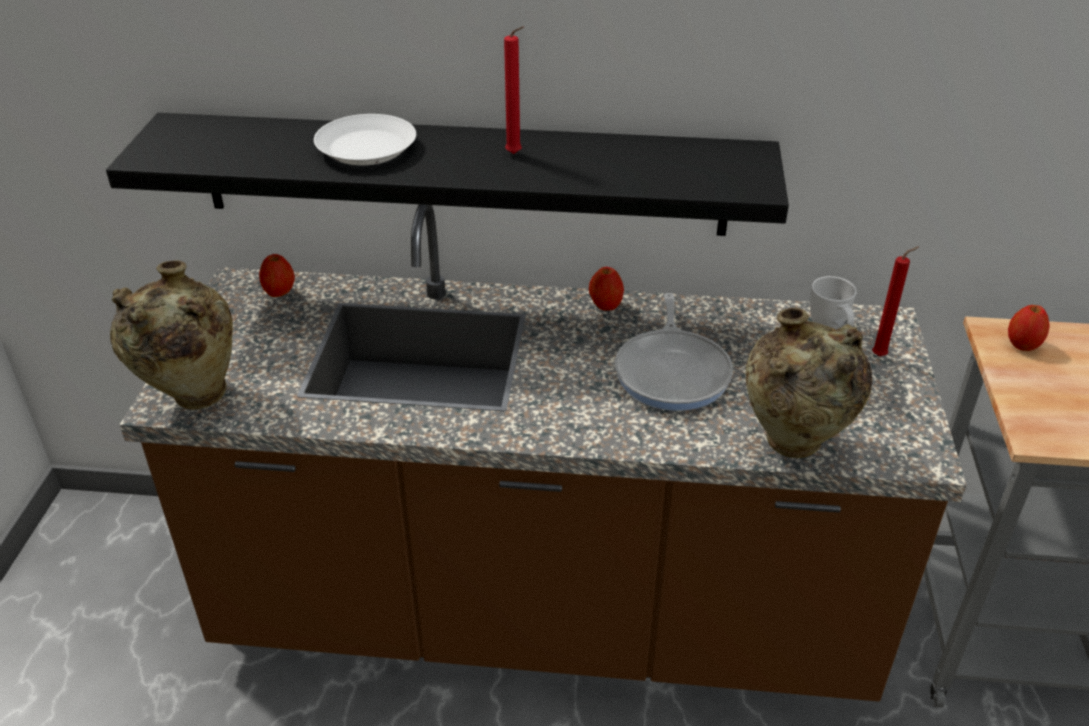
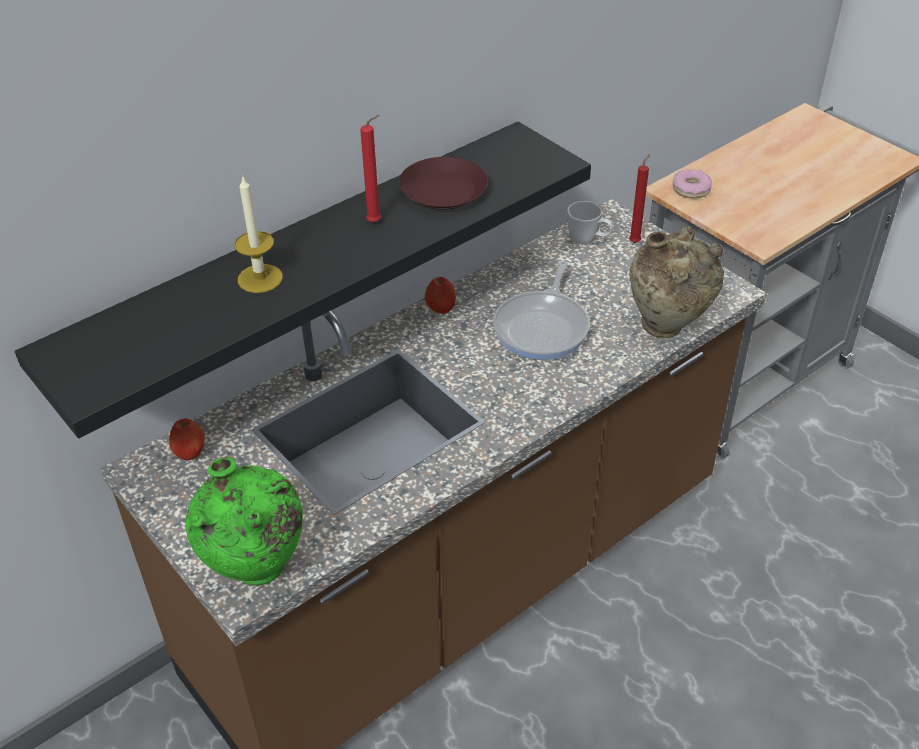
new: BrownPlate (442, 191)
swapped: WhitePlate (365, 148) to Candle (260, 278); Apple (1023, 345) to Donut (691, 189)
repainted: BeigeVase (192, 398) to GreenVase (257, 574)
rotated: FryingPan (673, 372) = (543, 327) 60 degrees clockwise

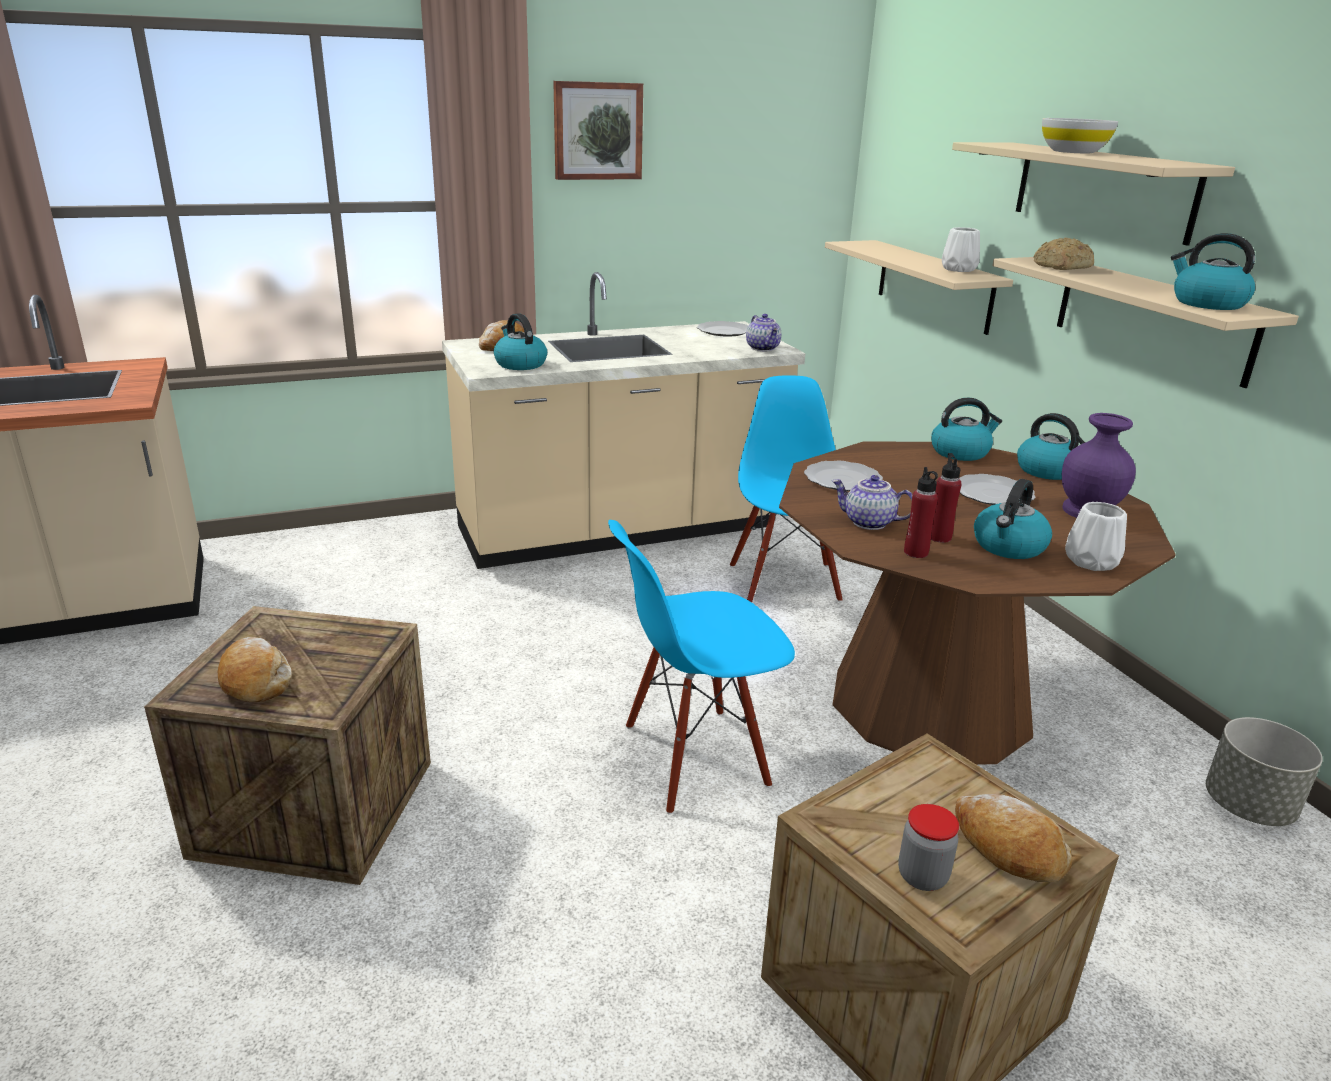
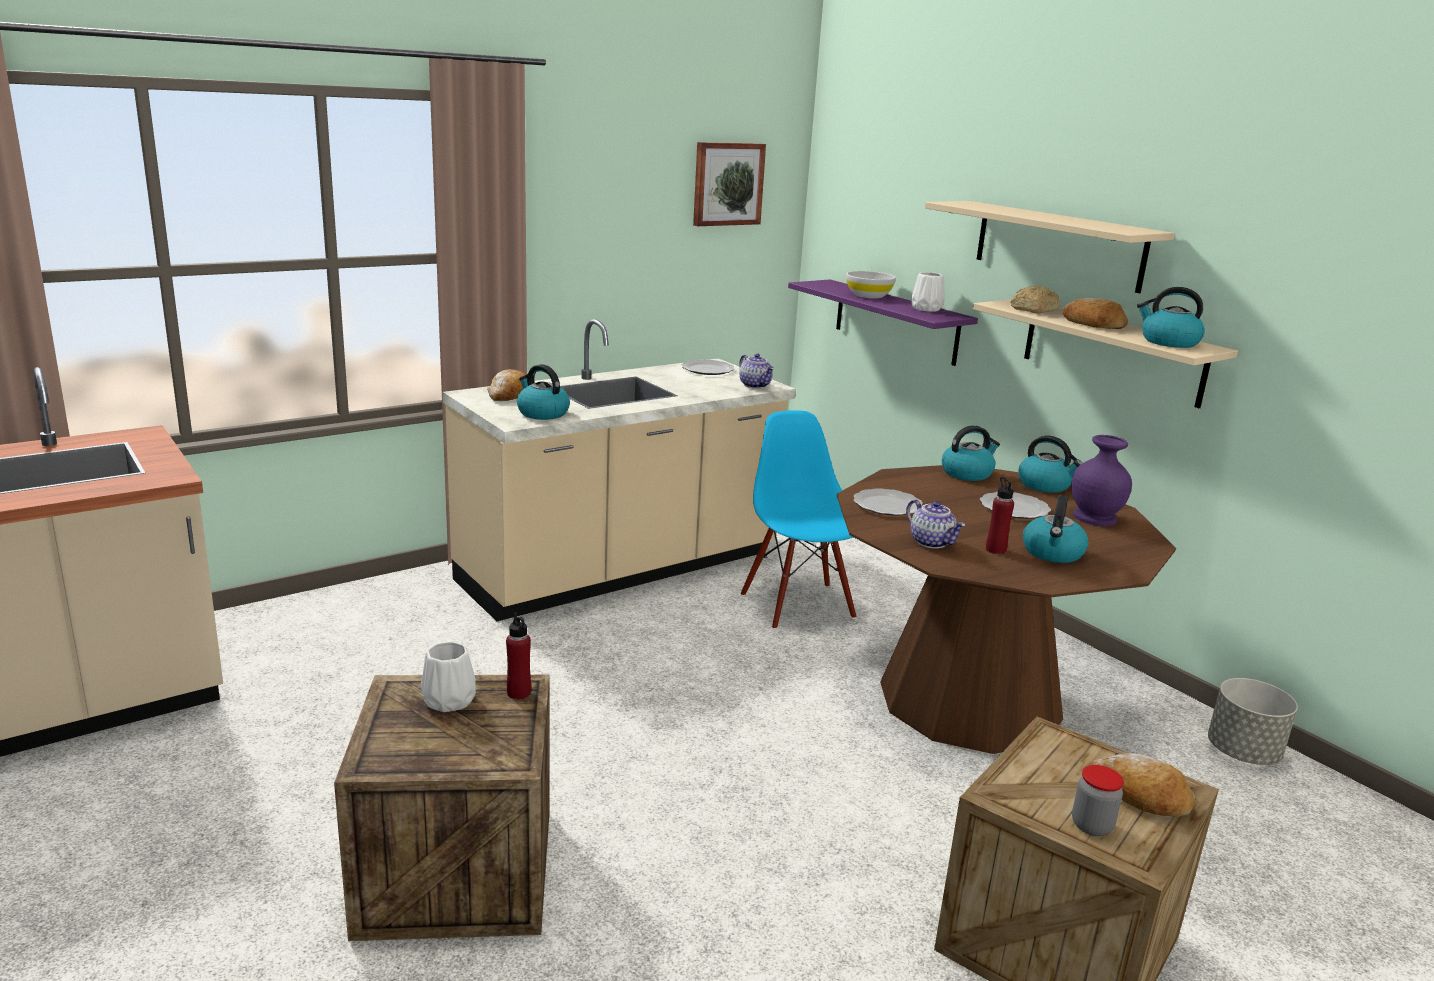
gone: BlueChair (694, 758)
shifted: WhiteVase (1092, 561) to (450, 701); RedBottle (916, 552) to (519, 693); Picture (597, 131) to (727, 184); WhiteBowl (1073, 152) to (868, 296); Bread (255, 680) to (1093, 324)
repainted: BeigeShelf (934, 285) to PurpleShelf (896, 321)
rotated: Teapot (868, 523) = (932, 542) 135 degrees counterclockwise

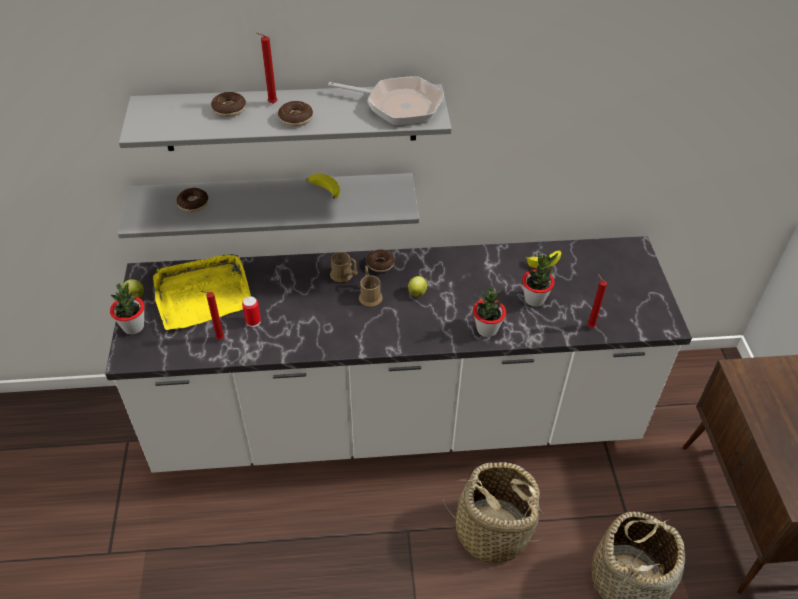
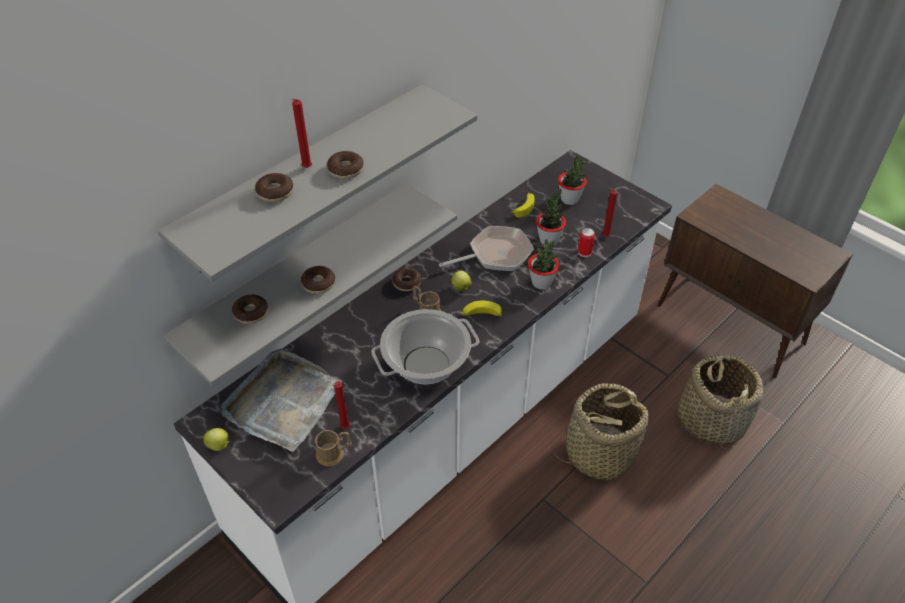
new: Donut (318, 283); CookingPot (426, 365)
shifted: BrownMug (344, 275) to (334, 453); FryingPan (399, 105) to (496, 254); Banana (323, 190) to (481, 315); PottedPlant (133, 327) to (569, 199); Can (253, 321) to (584, 252)
repainted: YellowTray (202, 294) to GreyTray (283, 402)

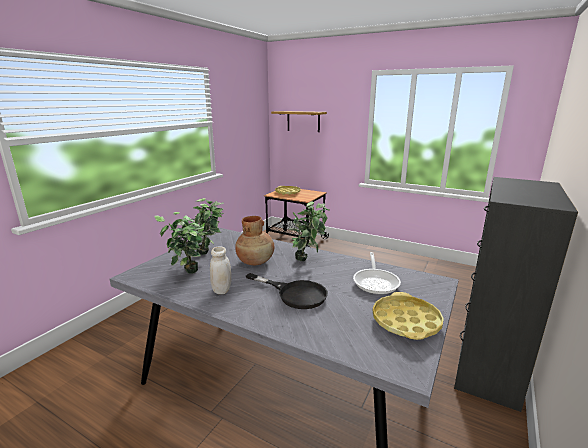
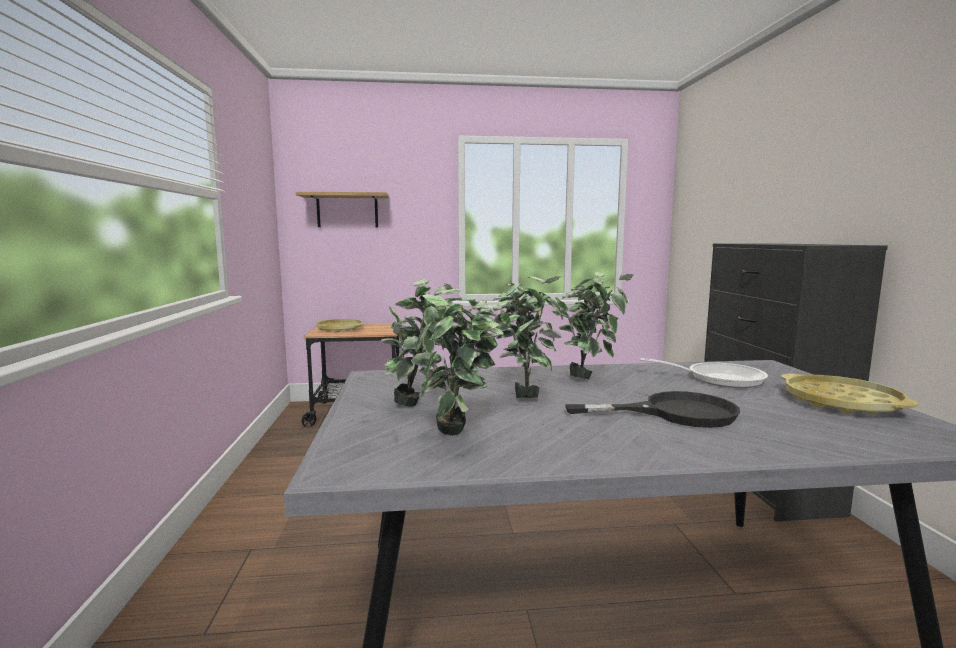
gone: WhiteJar (221, 290)
swapped: BrownVase (256, 261) to PottedPlant (524, 394)
rotated: FryingPan (376, 282) = (718, 379) 45 degrees counterclockwise

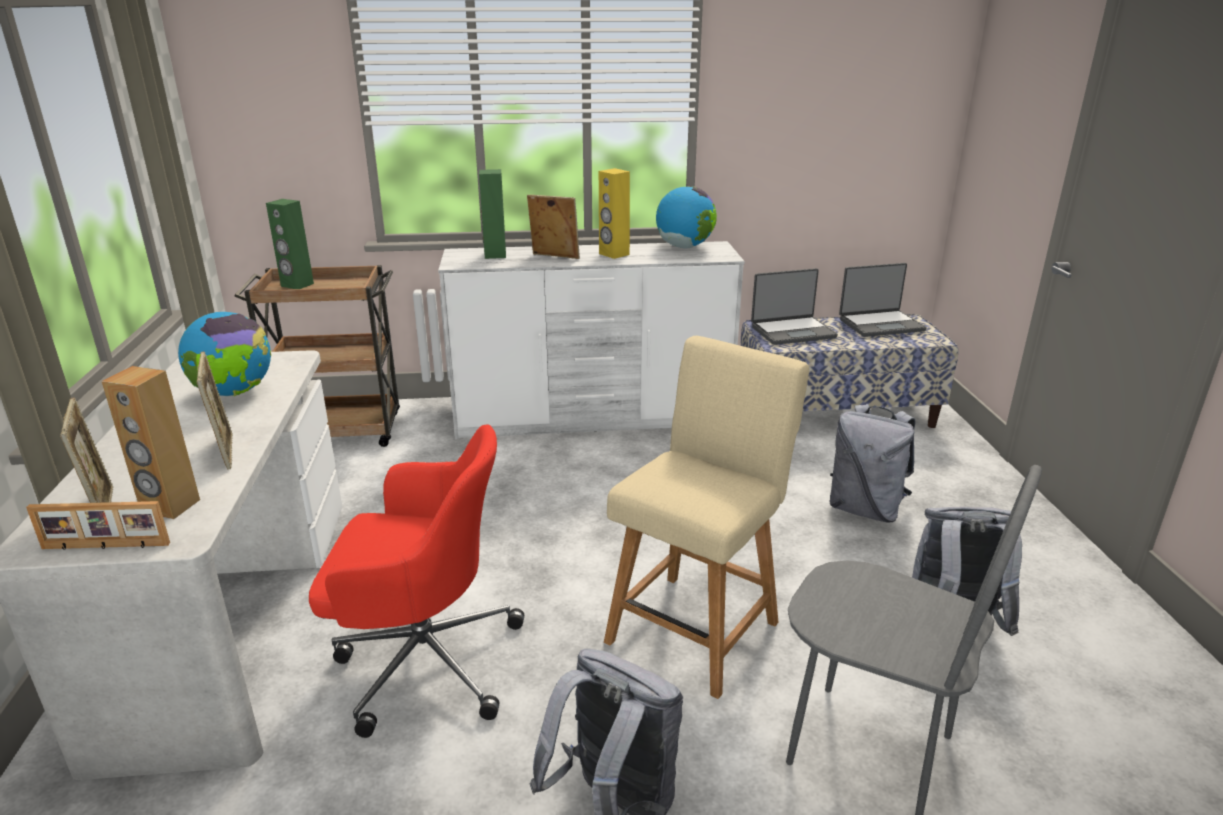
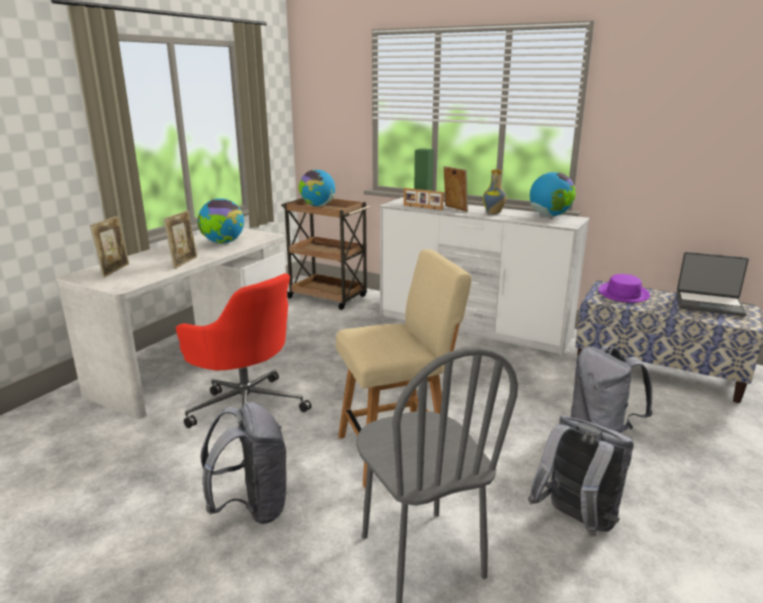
gone: BrownSpeaker (170, 506)
shifted: PictureFrame (105, 547) to (422, 207)
swapped: GreenSpeaker (297, 285) to Globe (317, 206); YellowSpeaker (613, 254) to Vase (494, 213); Laptop (792, 331) to PurpleHat (623, 293)

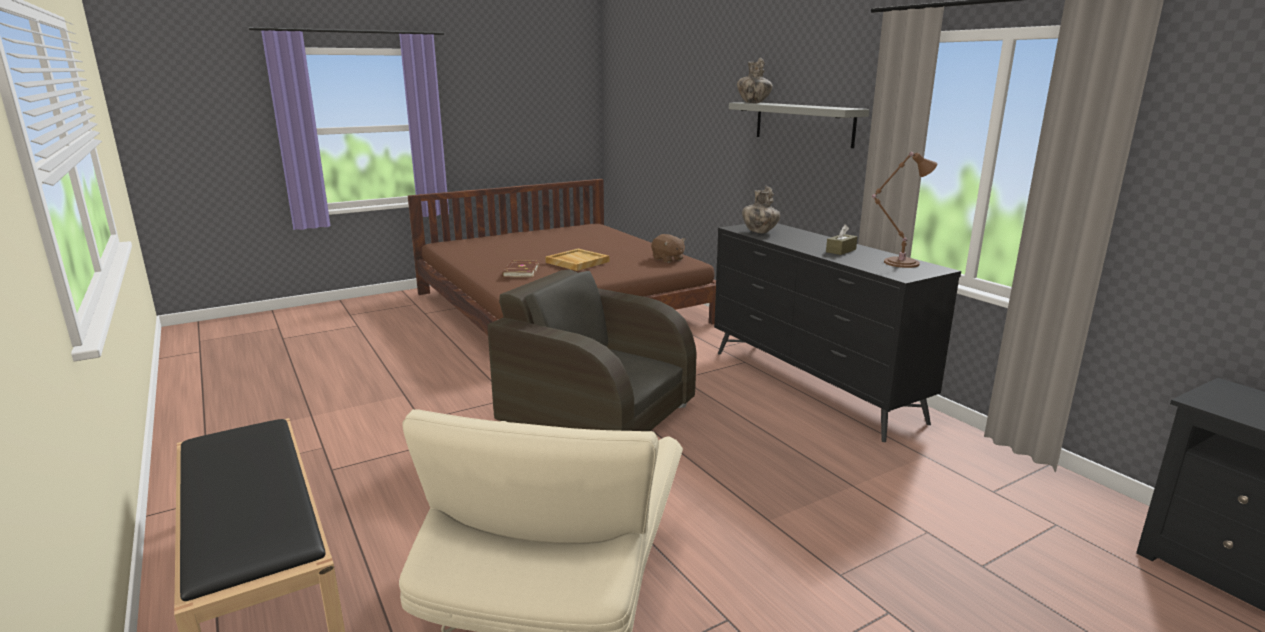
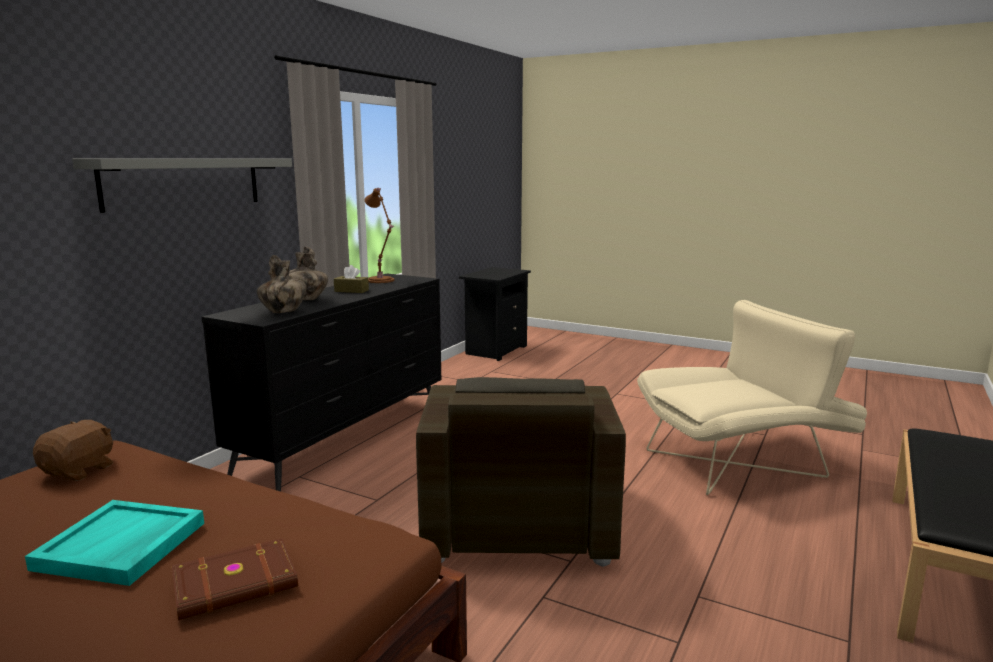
shifted: Vase (753, 102) to (306, 299)
repainted: BeigeTray (576, 262) to TurquoiseTray (121, 546)

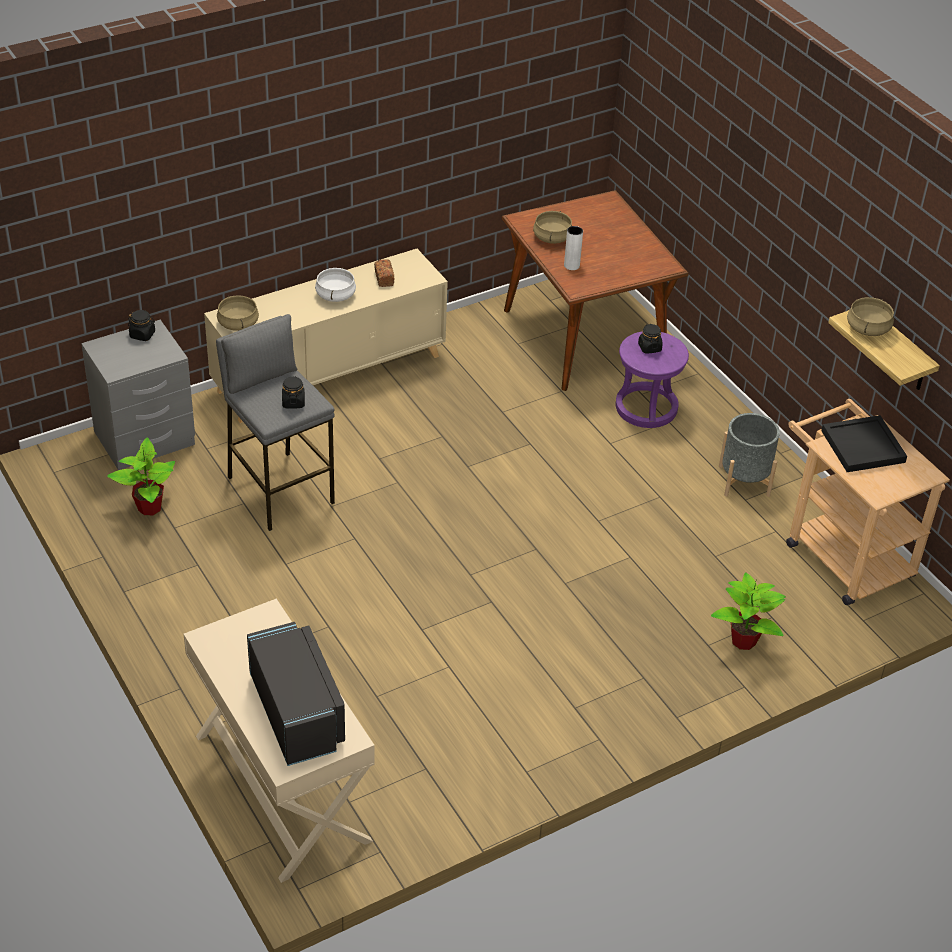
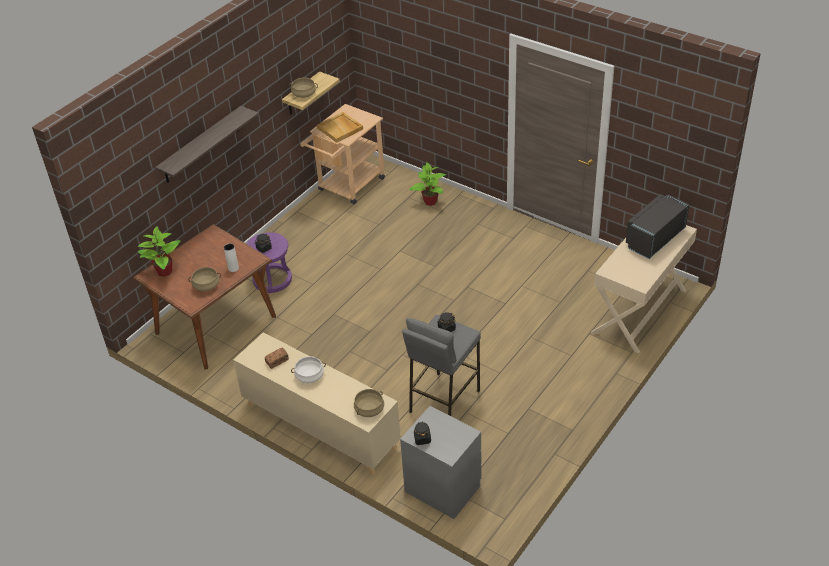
gone: GreyPlanter (744, 480)
new: Shelf (201, 145)
shifted: PottedPlant (149, 507) to (164, 272)
repainted: BlackTray (862, 447) to BeigeTray (340, 129)

